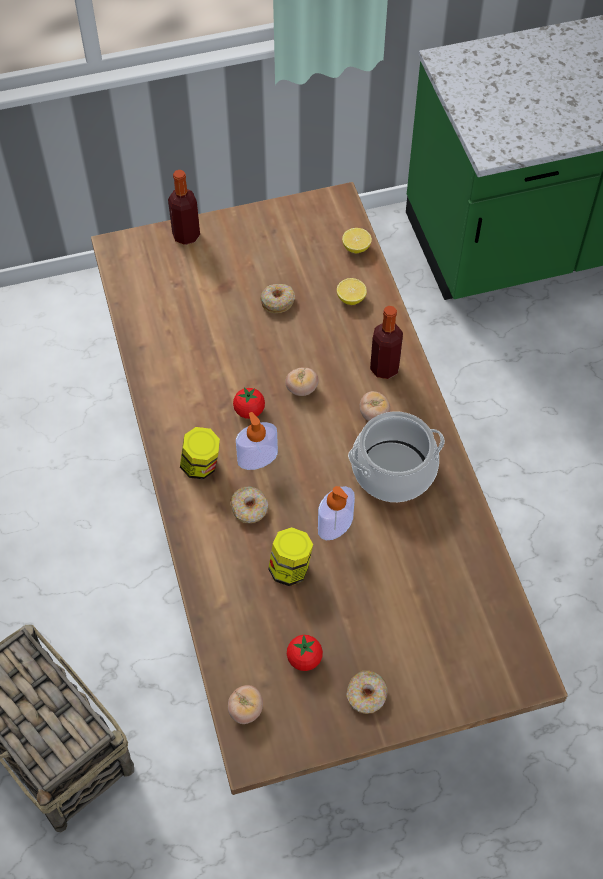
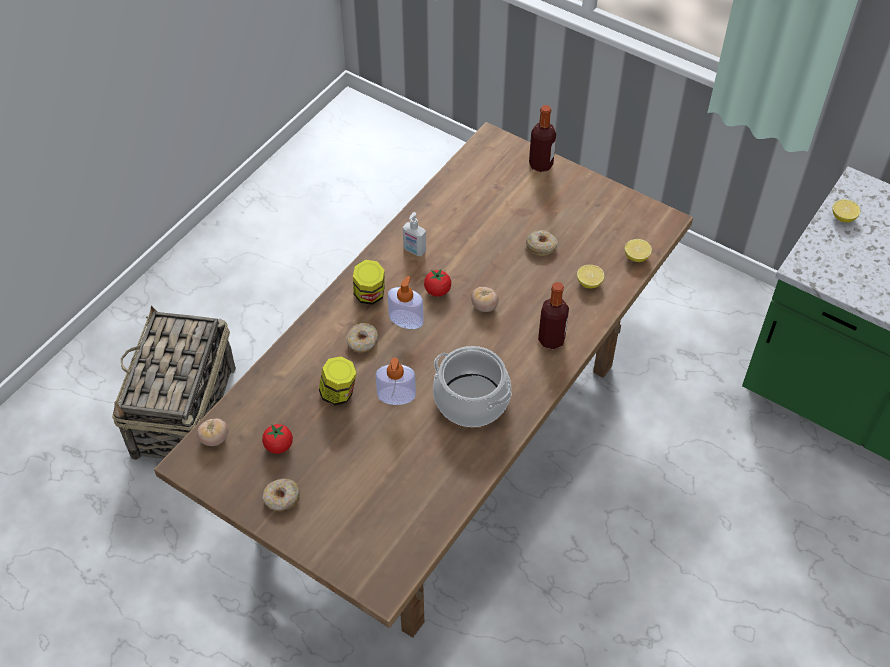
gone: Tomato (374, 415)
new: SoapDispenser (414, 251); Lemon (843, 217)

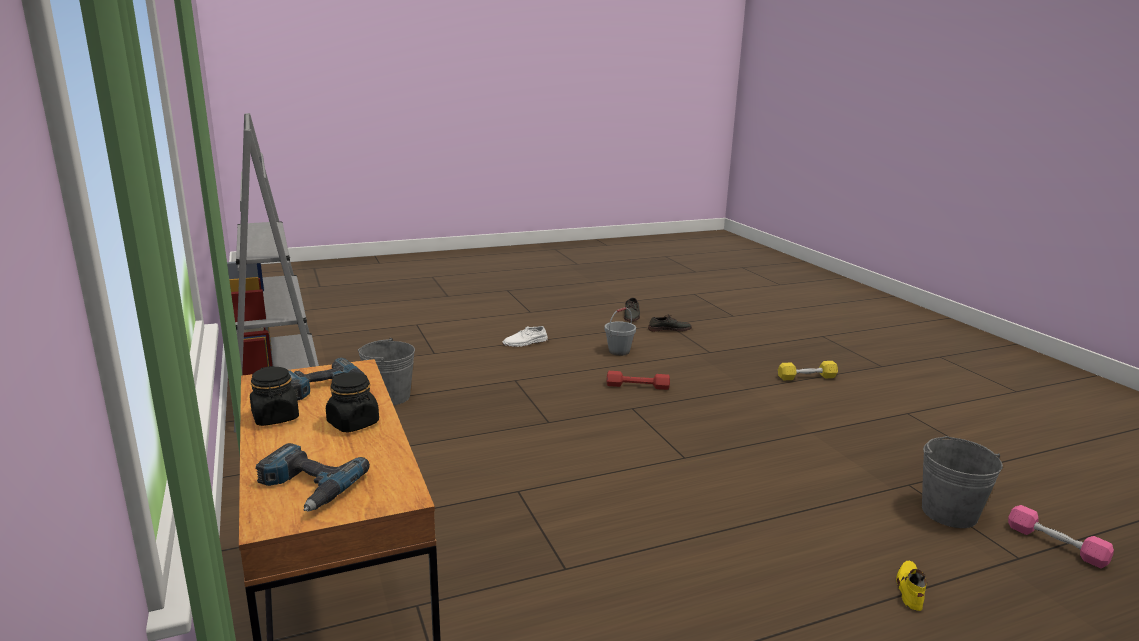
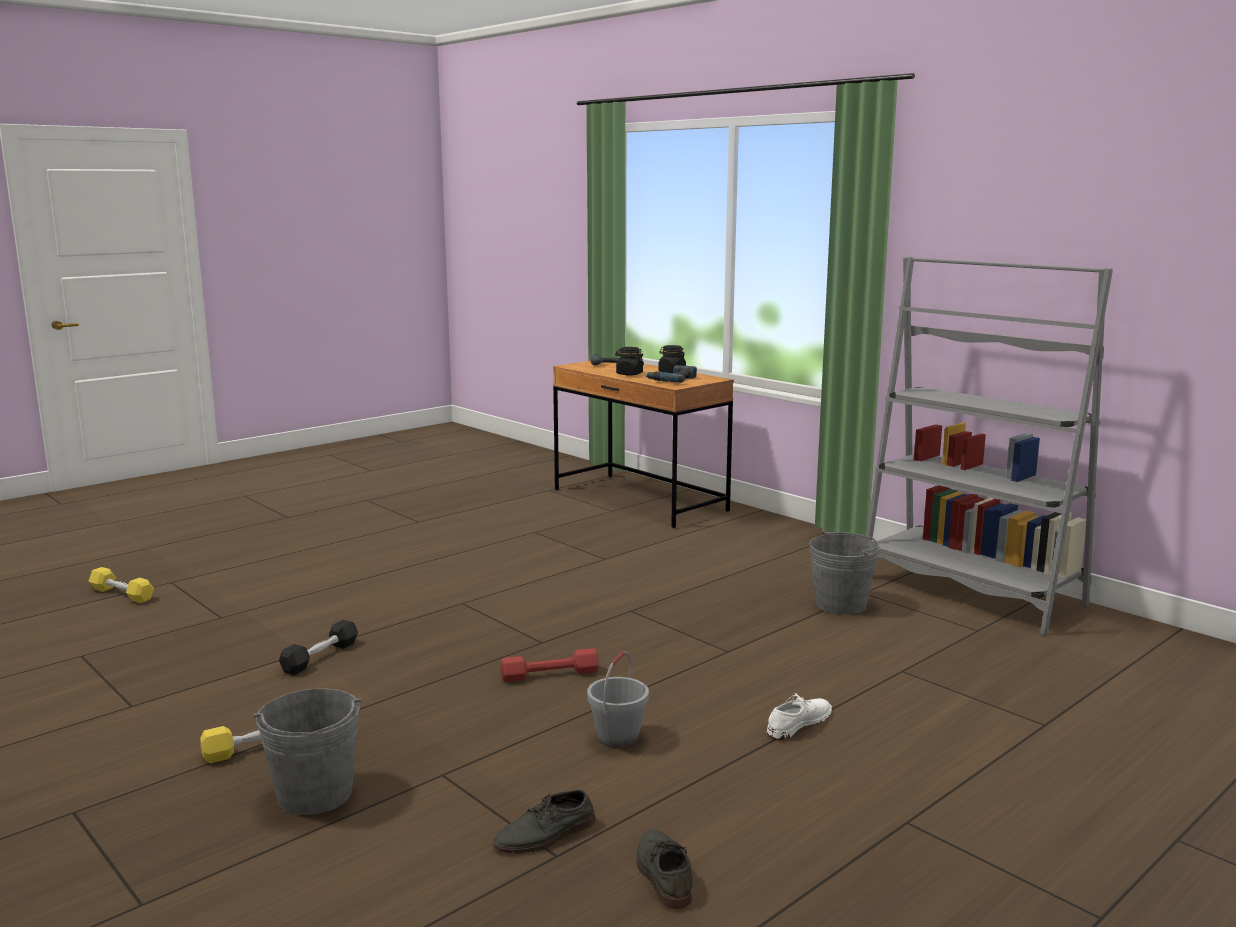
gone: YellowShoe (909, 589)
new: BlackDumbbell (320, 657)
shifted: GreyBucket (949, 513) to (315, 794)
repainted: PinkDumbbell (1056, 545) to YellowDumbbell (122, 594)

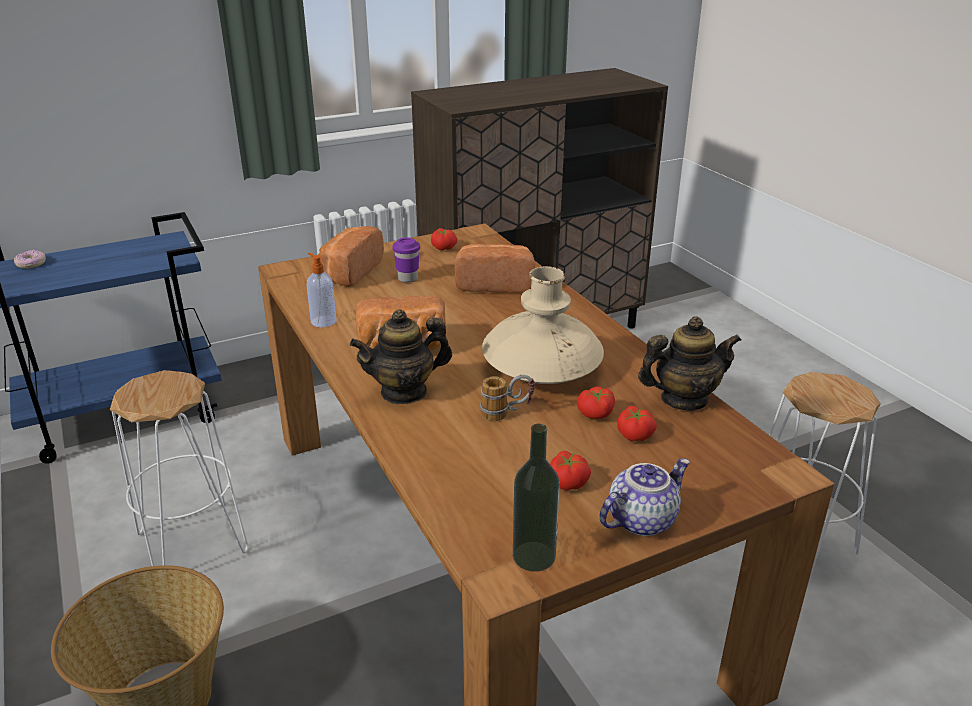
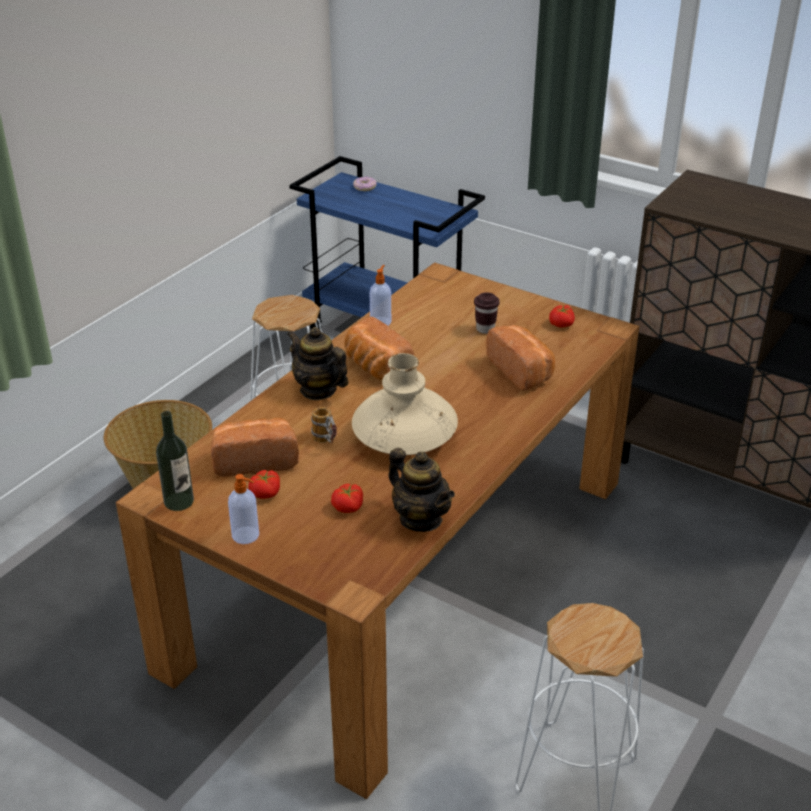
gone: Tomato (596, 414)
shifted: Bread (349, 272) to (255, 460)
swapped: Teapot (641, 519) to SoapDispenser (246, 535)
repainted: PurpleCup (407, 278) to BrownCup (485, 329)

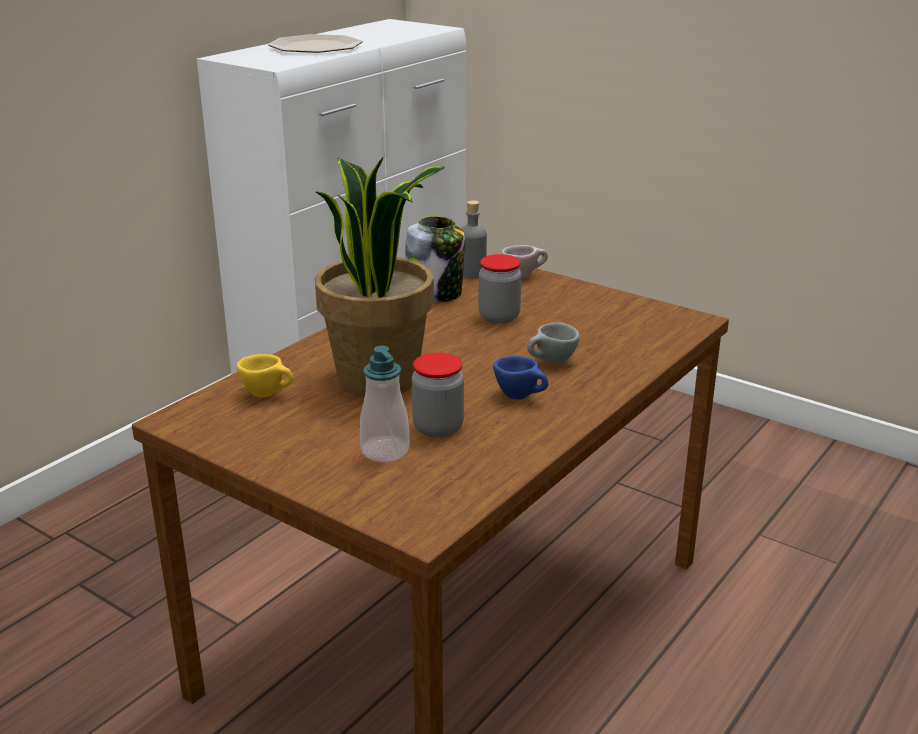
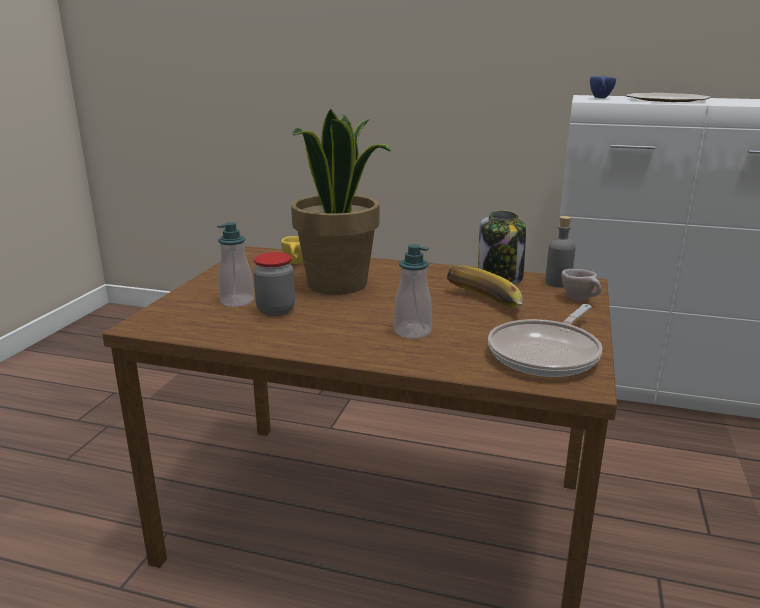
new: FryingPan (547, 354)
shifted: BlueCup (521, 397) to (601, 98)
swapped: GreyCup (551, 363) to SoapDispenser (412, 331); Jar (499, 317) to Banana (482, 303)

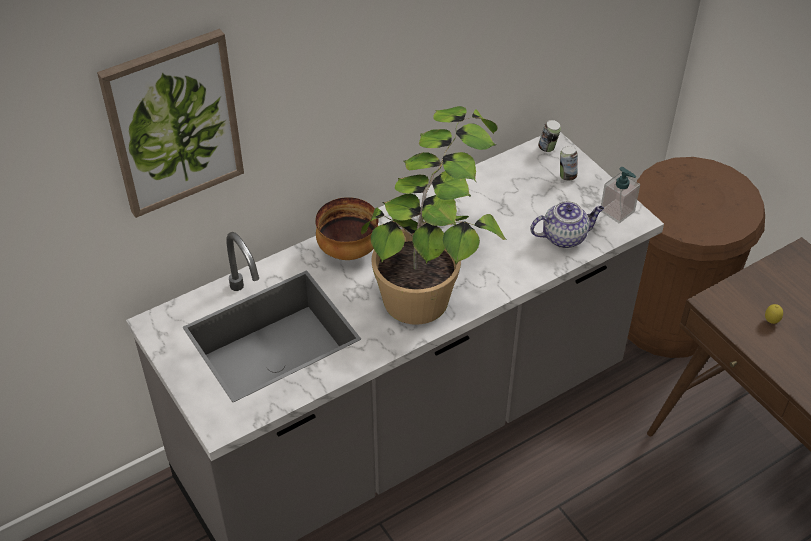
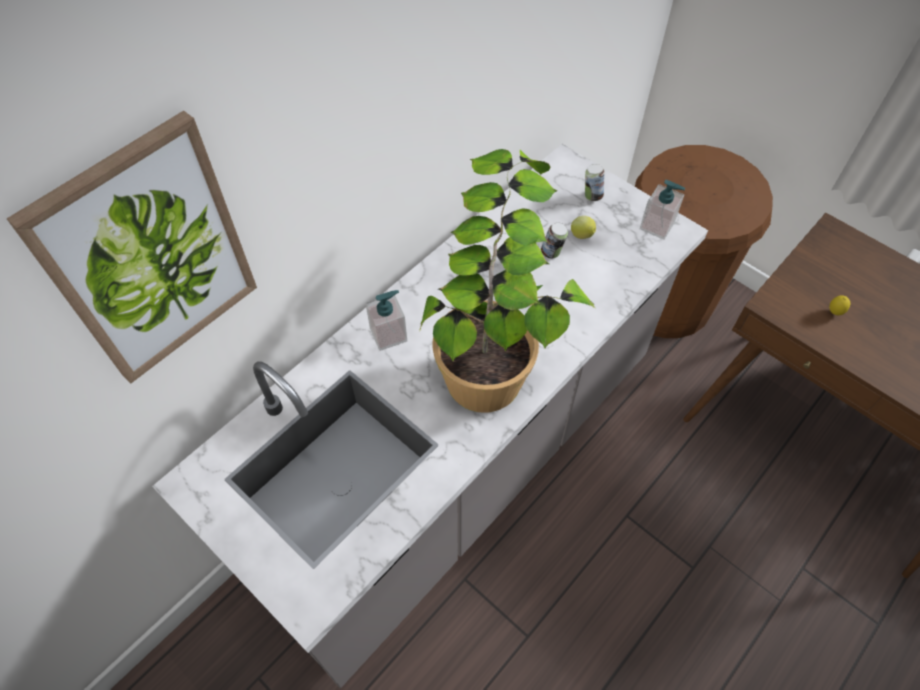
gone: Teapot (565, 237)
new: Lemon (582, 236)
shifted: Can (548, 148) to (552, 253)
swapped: Bowl (347, 250) to SoapDispenser (388, 334)

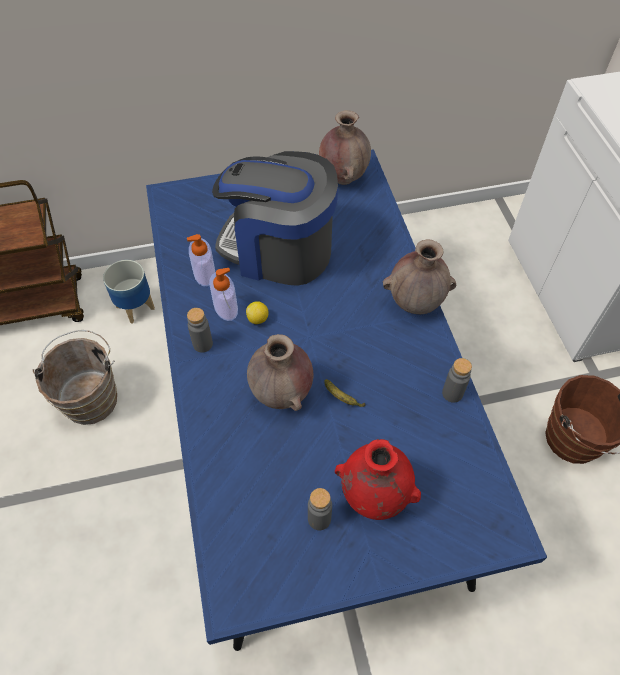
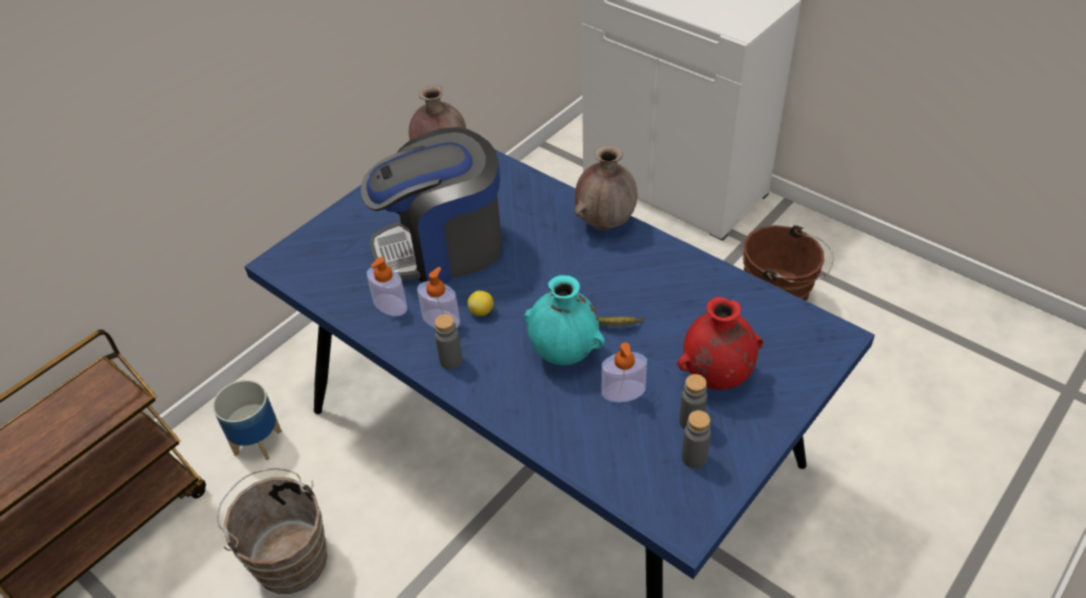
new: SoapDispenser (623, 391)
shifted: GreyBottle (452, 393) to (694, 458)
repainted: BrownVase (282, 394) to TurquoiseVase (564, 354)

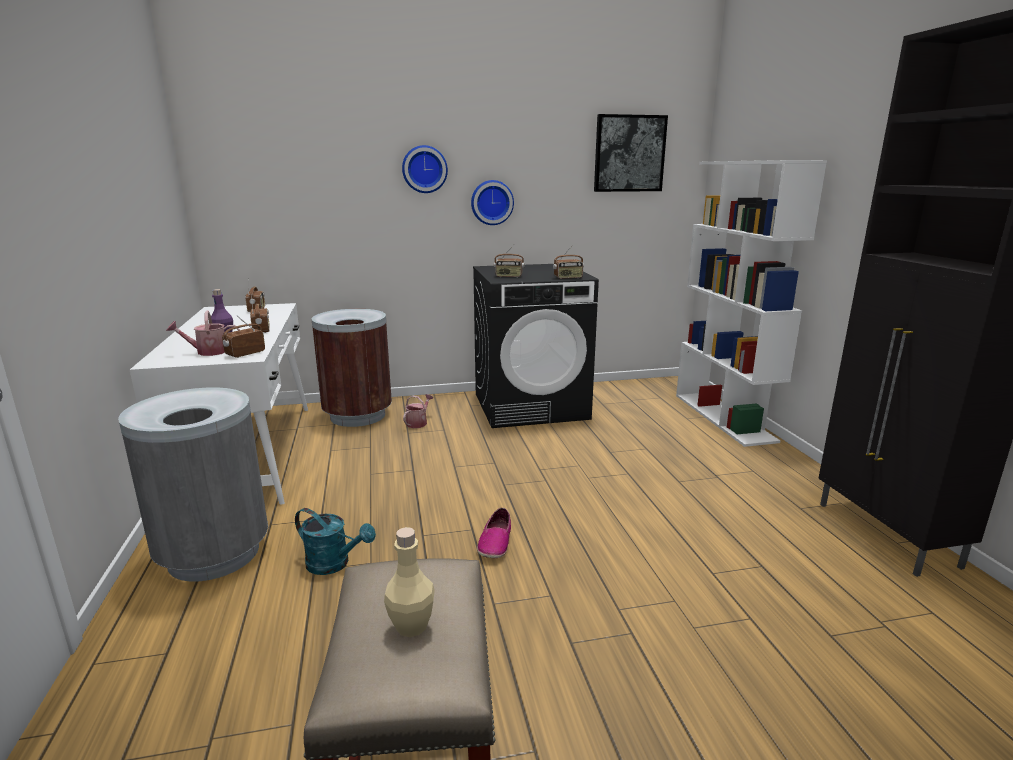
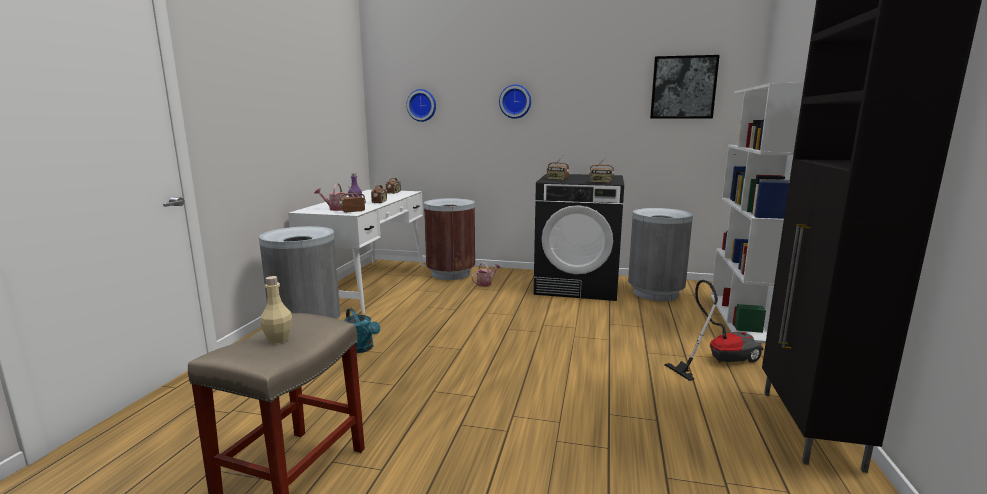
gone: Shoe (495, 543)
new: GreyTrashCan (655, 293); VacuumCleaner (718, 360)
shifted: WallClock (491, 202) to (422, 105)

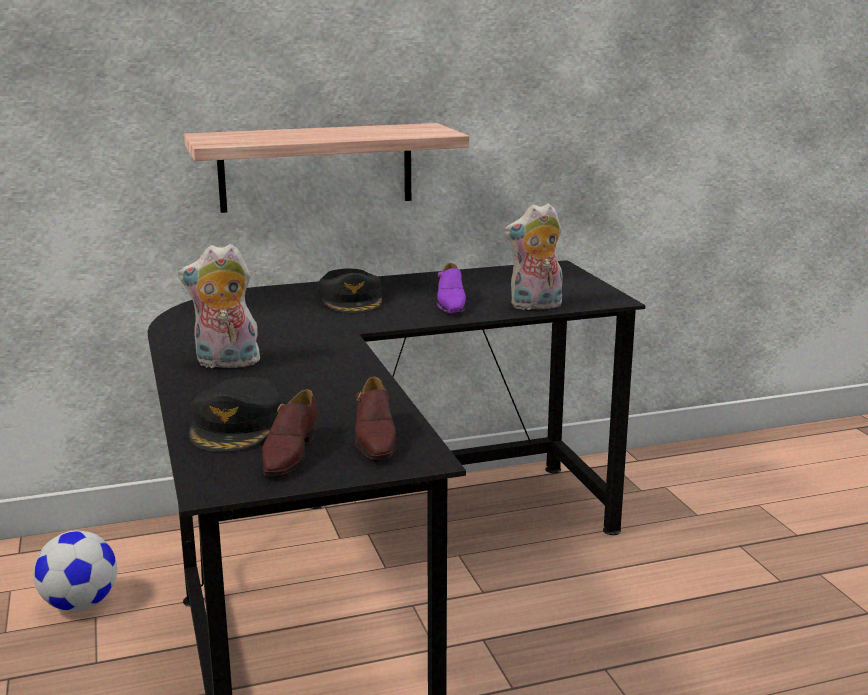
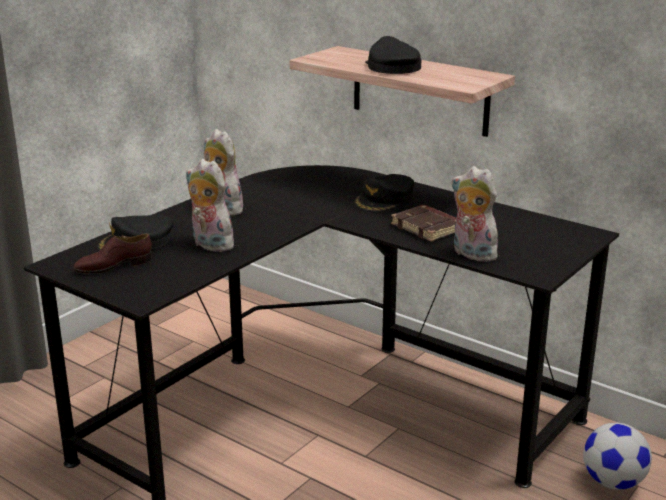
gone: BrownShoe (374, 438)
new: PlushToy (209, 245); BlackCap (392, 67)
shifted: Football (80, 604) to (613, 482)
swapped: PurpleShoe (450, 303) to BrownBook (428, 228)

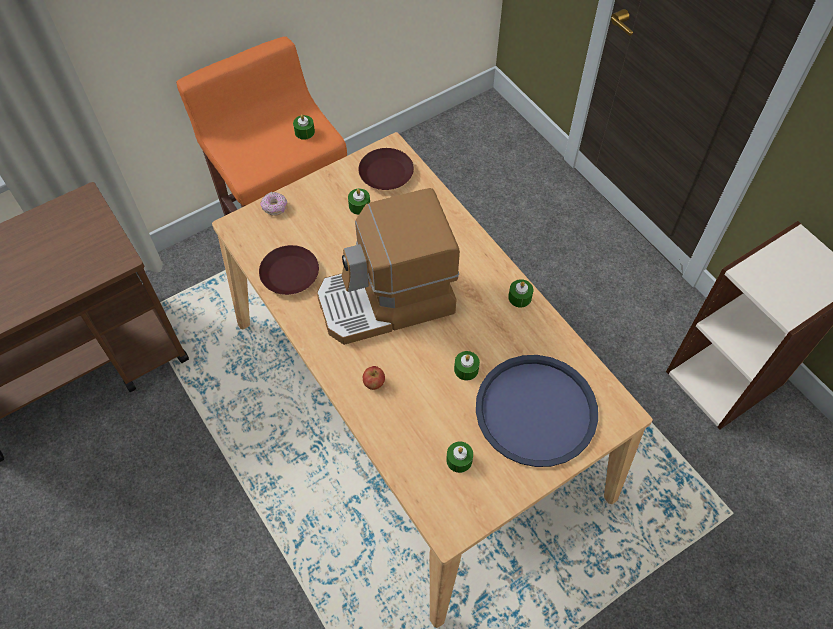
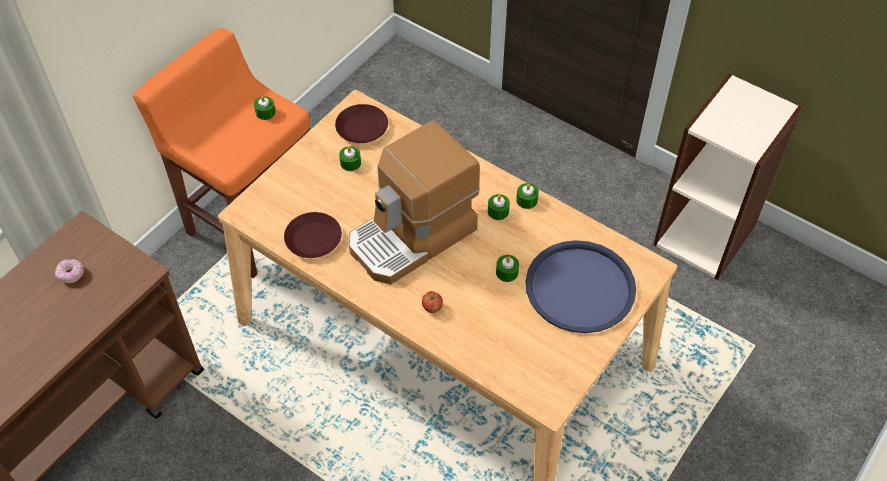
shifted: Donut (275, 207) to (71, 274); GreenCandle (459, 460) to (498, 211)

